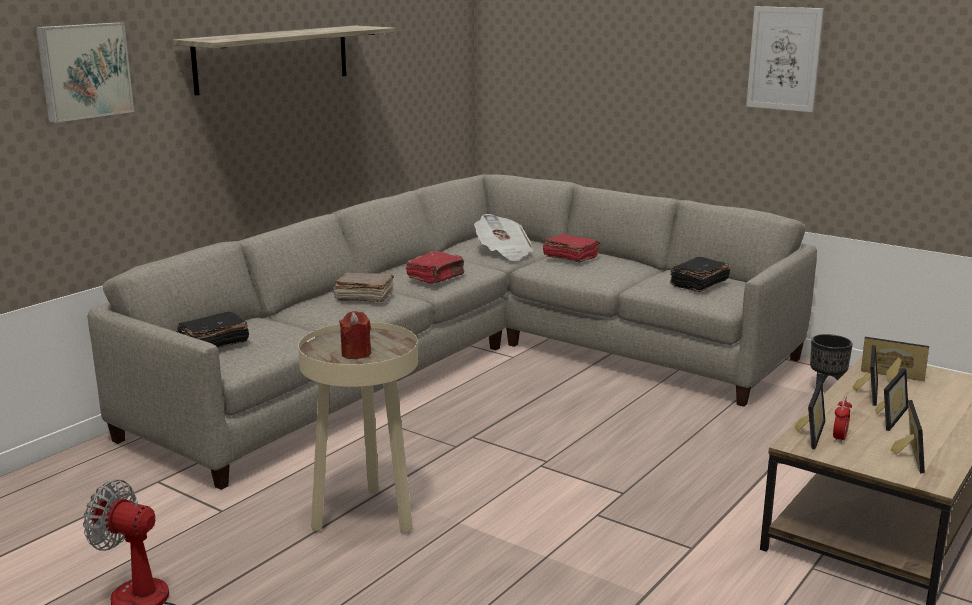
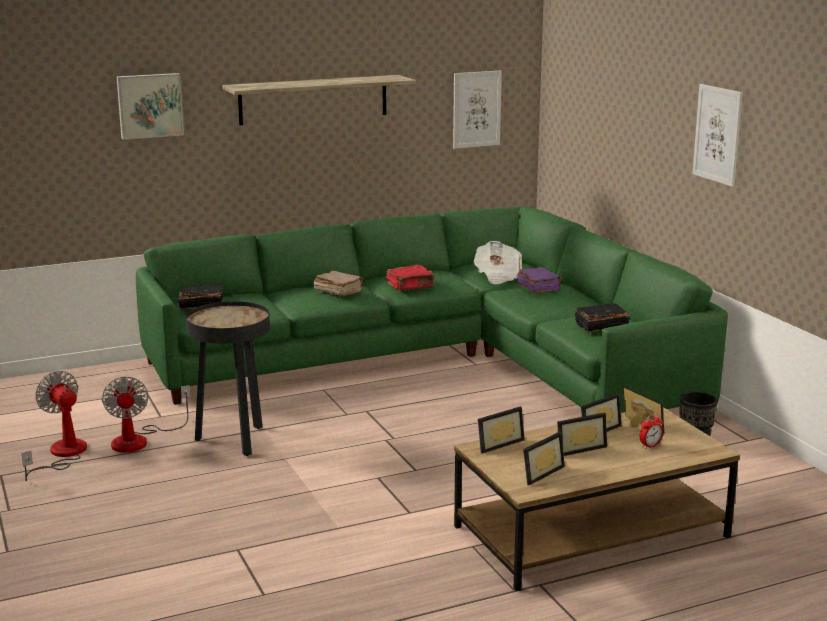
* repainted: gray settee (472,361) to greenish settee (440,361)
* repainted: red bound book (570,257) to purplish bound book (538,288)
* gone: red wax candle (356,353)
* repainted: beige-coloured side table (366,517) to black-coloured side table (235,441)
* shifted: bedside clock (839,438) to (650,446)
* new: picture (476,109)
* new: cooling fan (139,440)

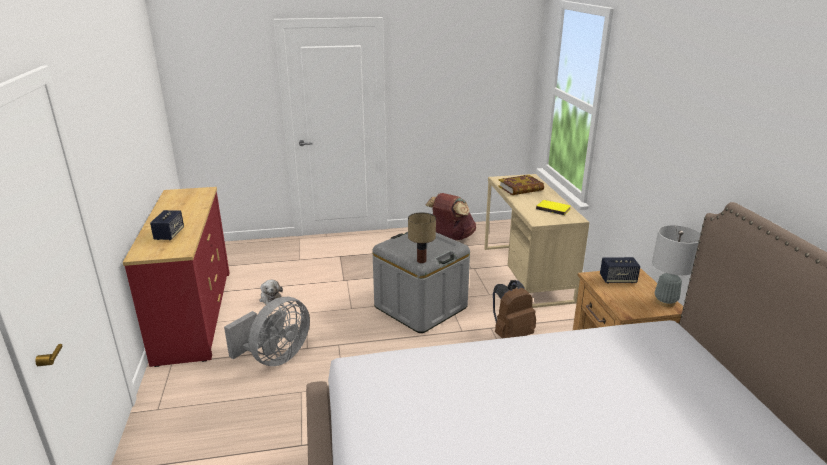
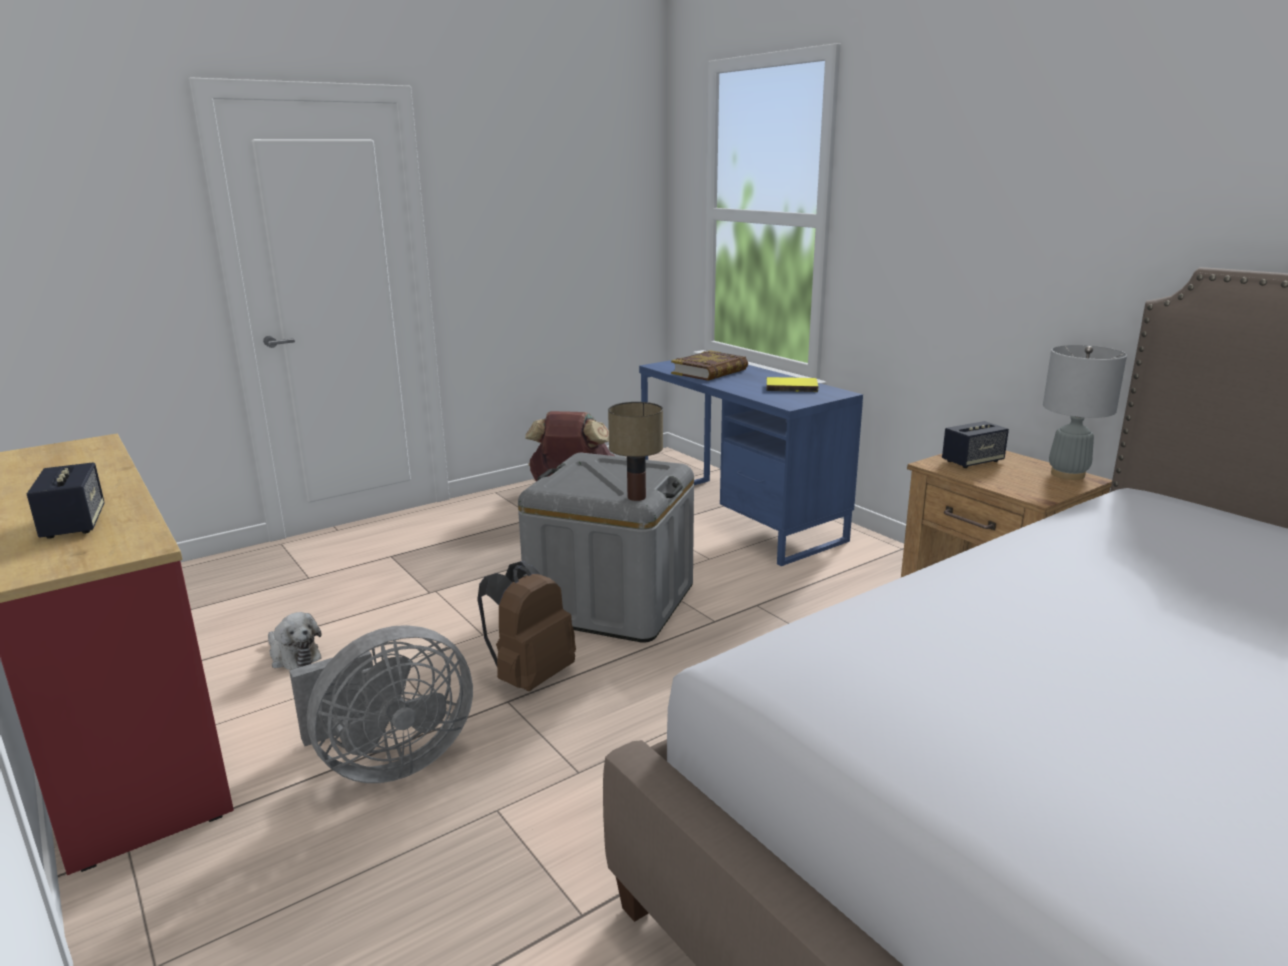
* repainted: beige-coloured desk table (526,273) to blue desk table (739,518)
* shifted: brown knapsack (511,334) to (530,677)
* rotated: gray cooling fan (275,357) = (389,762) 45 degrees clockwise

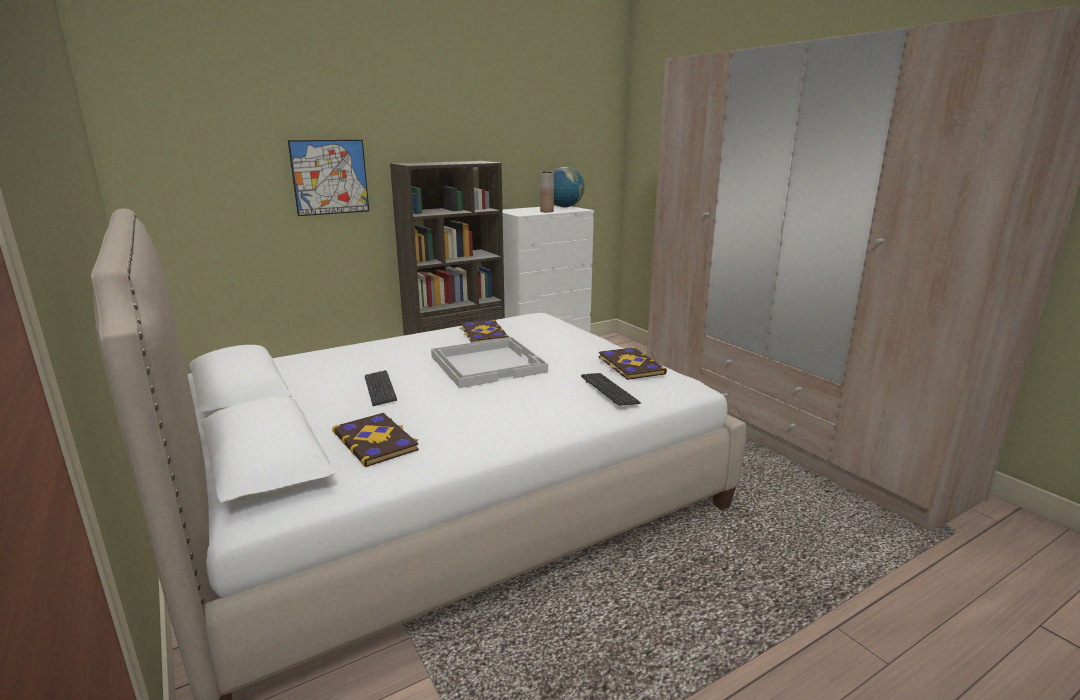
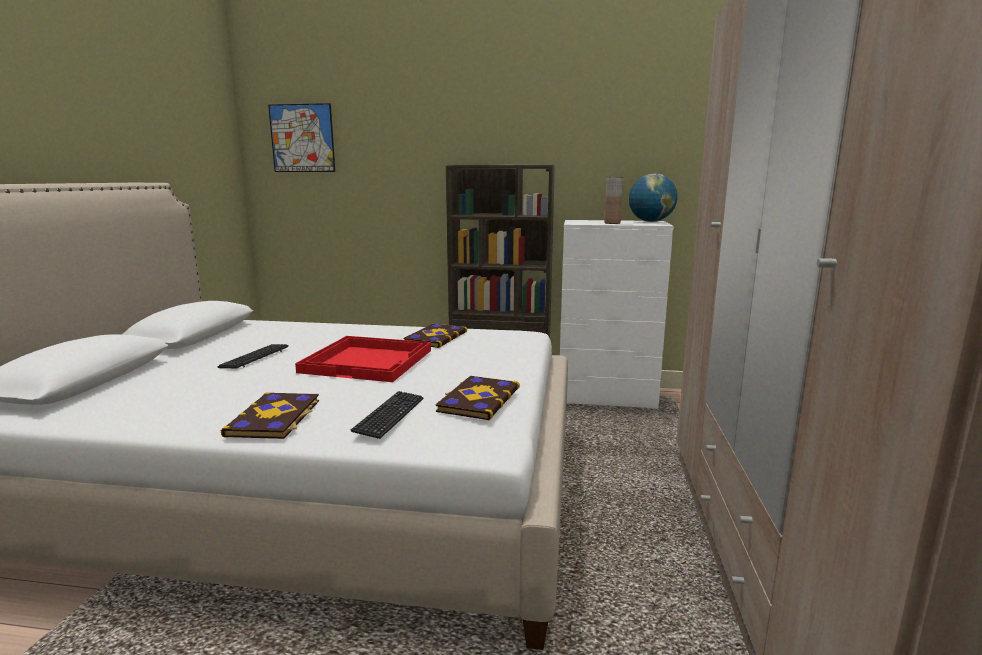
* shifted: picture (330,177) to (302,138)
* repainted: white-coloured serving tray (488,363) to red serving tray (369,361)
* shifted: bound book (376,441) to (275,418)

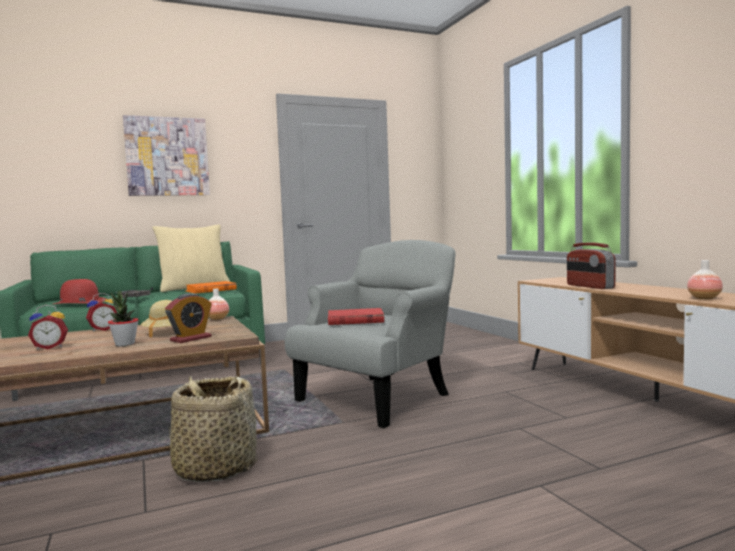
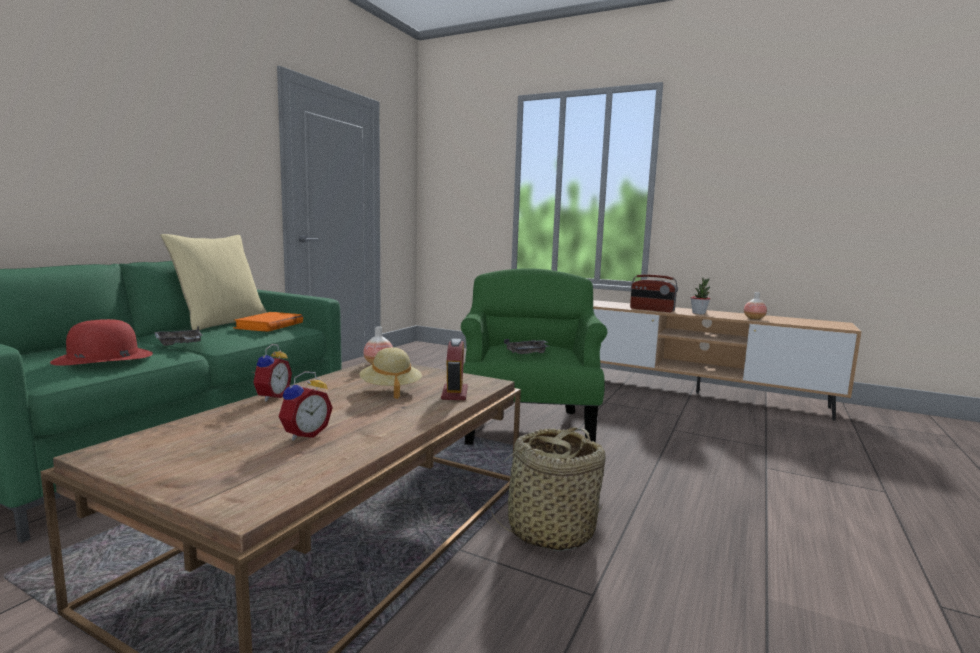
* gone: picture (167,156)
* repainted: gray armchair (377,397) to greenish armchair (528,426)
* shifted: potted plant (125,344) to (698,313)
* swapped: red bound book (355,320) to gray serving tray (528,353)

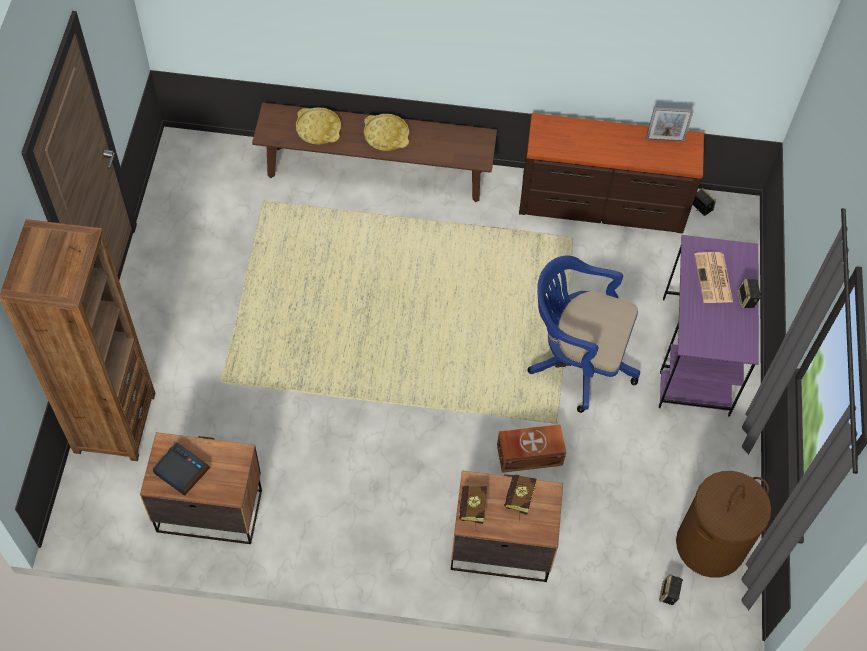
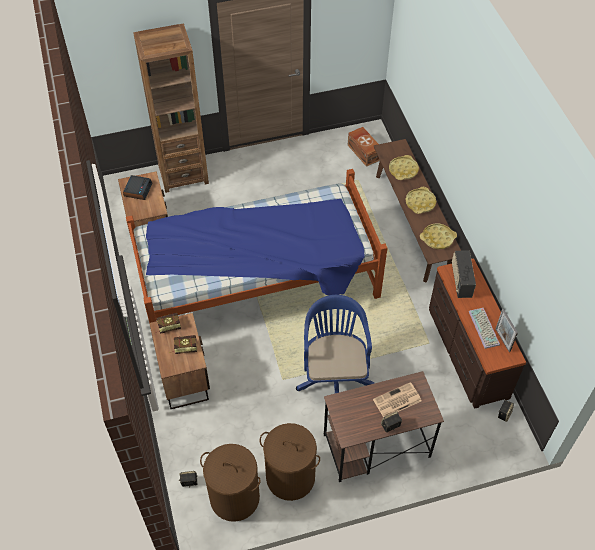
* repainted: purplish desk table (695,356) to brown desk table (376,446)
* shifted: brown storage box (528,454) to (364,152)
* new: bedroom bed (258,283)
* new: yellowish serving tray (437,238)
* new: radio set (461,281)
* new: computer keyboard (485,328)
* new: brown washing basket (290,477)

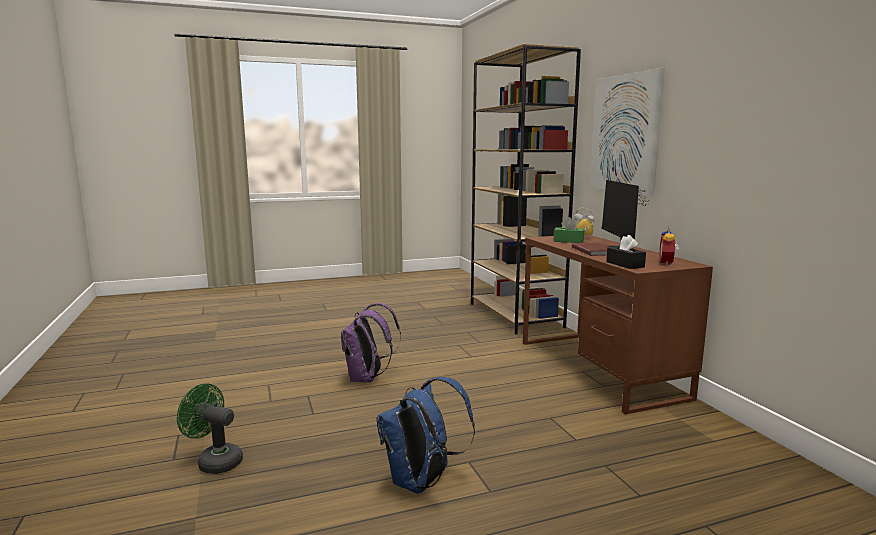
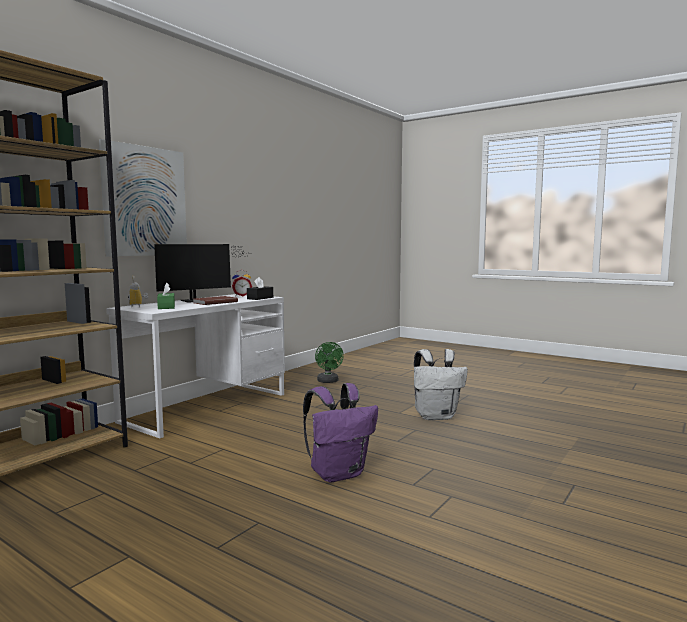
* repainted: brown desk table (598,368) to white-coloured desk table (207,407)
* repainted: blue knapsack (422,483) to white-coloured knapsack (436,416)
* shifted: greenish cooling fan (215,461) to (328,381)

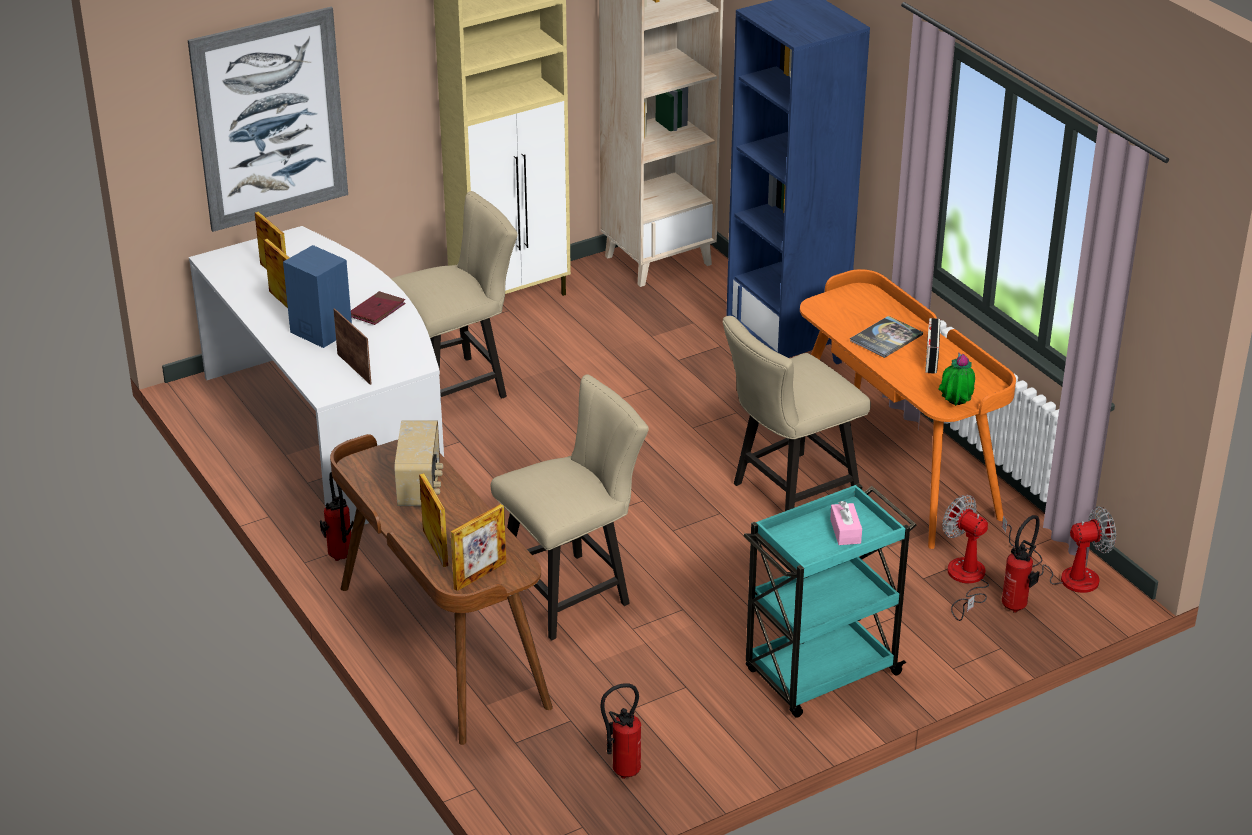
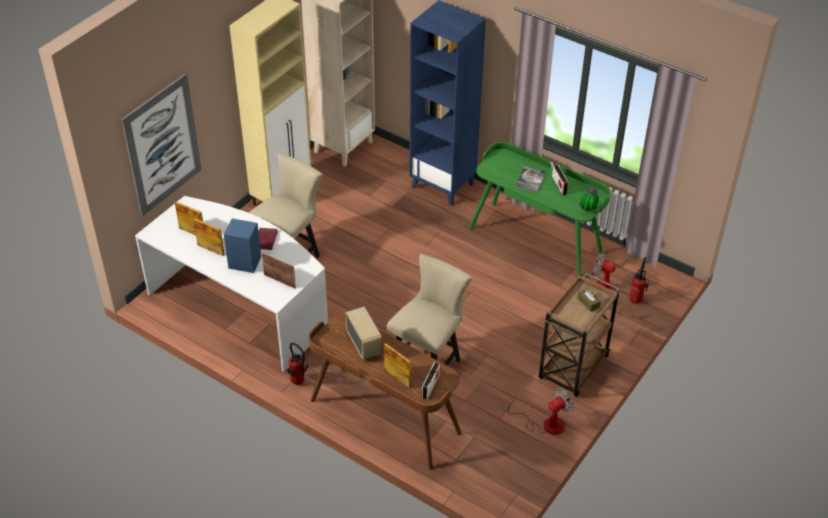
* repainted: orange-coloured desk table (894,468) to greenish desk table (536,239)
* gone: beige-coloured upright chair (788,494)
* repainted: turquoise wheeled cart (820,674) to brown wheeled cart (572,368)
* repainted: pink tissue box (845,531) to brown tissue box (588,302)
* swapped: photo frame (480,575) to radio set (430,386)
* shifted: cooling fan (1066,574) to (545,424)
* gone: fire extinguisher (621,772)

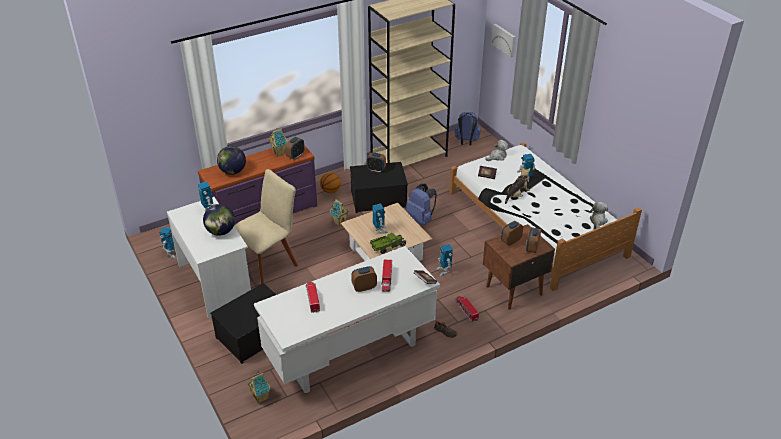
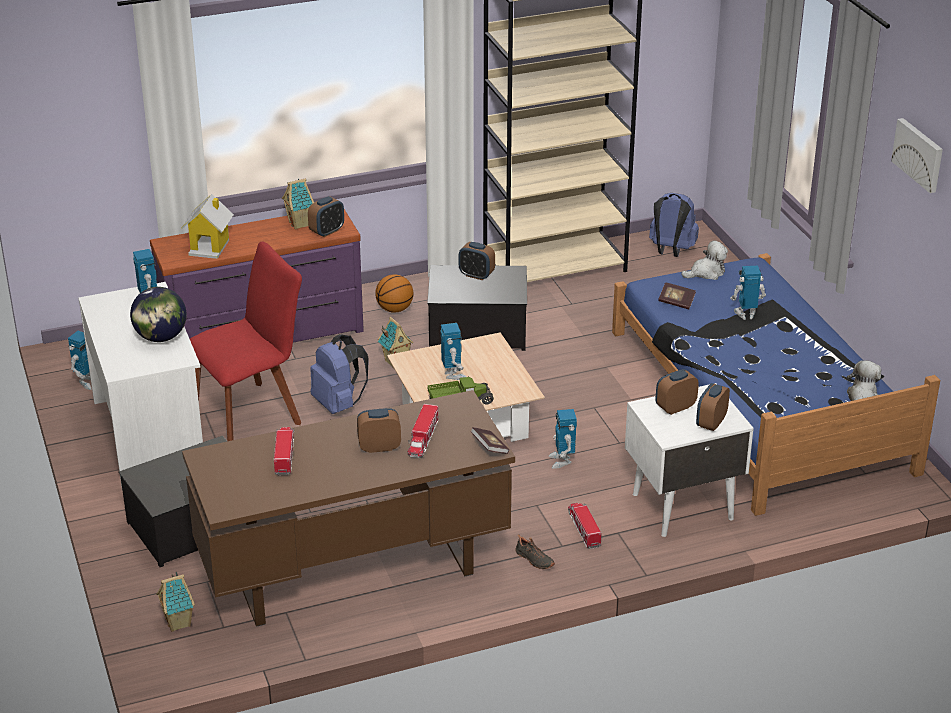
* shifted: picture (504,40) to (919,154)
* repainted: white-coloured bedroom bed (535,223) to blue bedroom bed (759,400)
* swapped: desk globe (233,171) to miniature house (210,246)
* gone: cuddly toy (517,195)
* repainted: beige-coloured upright chair (268,262) to red upright chair (251,413)
* shifted: blue knapsack (420,219) to (339,404)
* repainted: brown night table (513,290) to white-coloured night table (681,506)
* repainted: white-coloured desk table (350,354) to brown desk table (353,574)

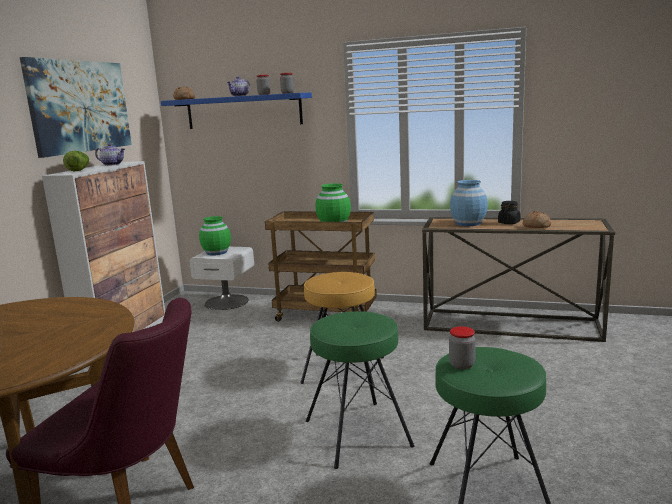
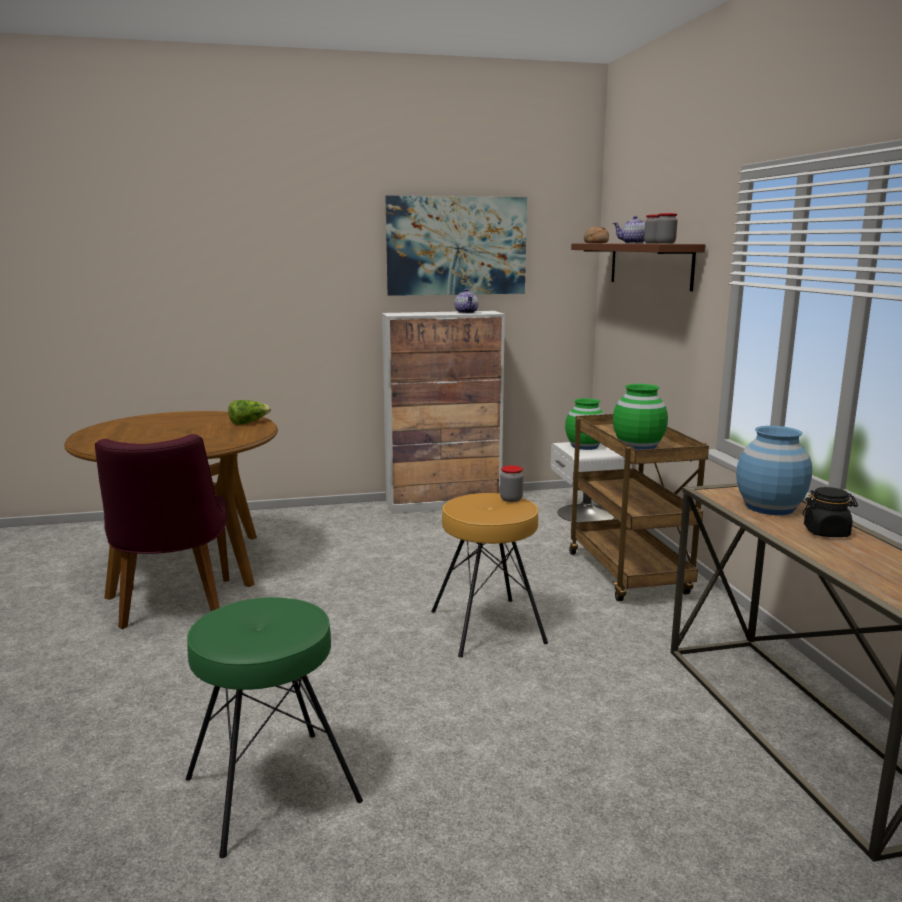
* repainted: blue bracket shelf (243,111) to brown bracket shelf (649,265)
* shifted: lettuce head (78,170) to (248,422)
* gone: bread (536,226)
* gone: greenish sitting stool (358,432)
* shifted: storage jar (462,365) to (511,499)

